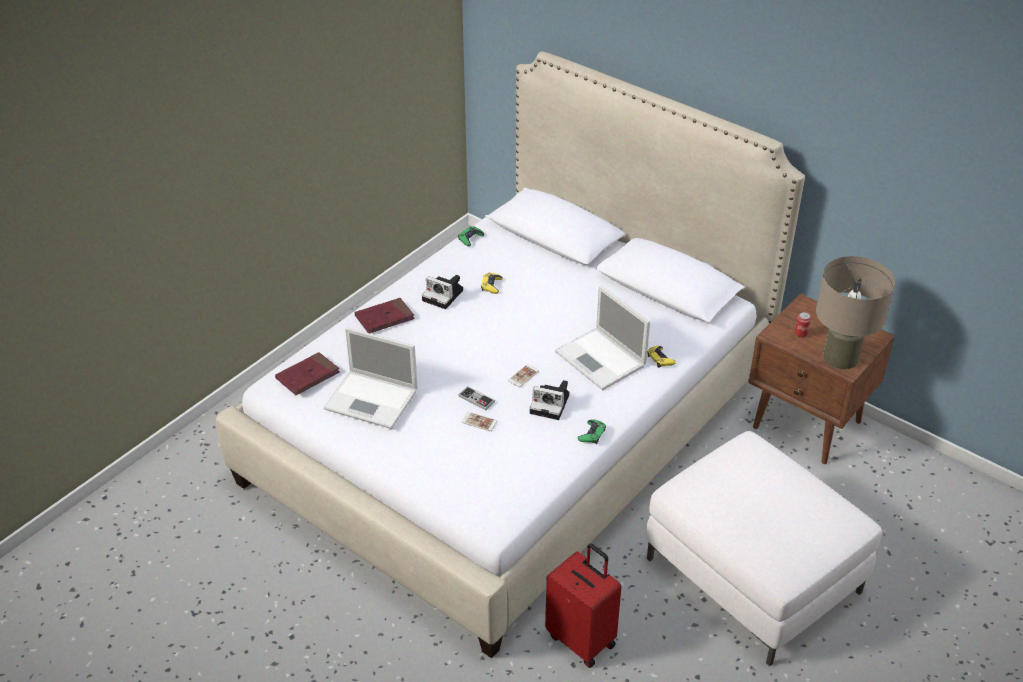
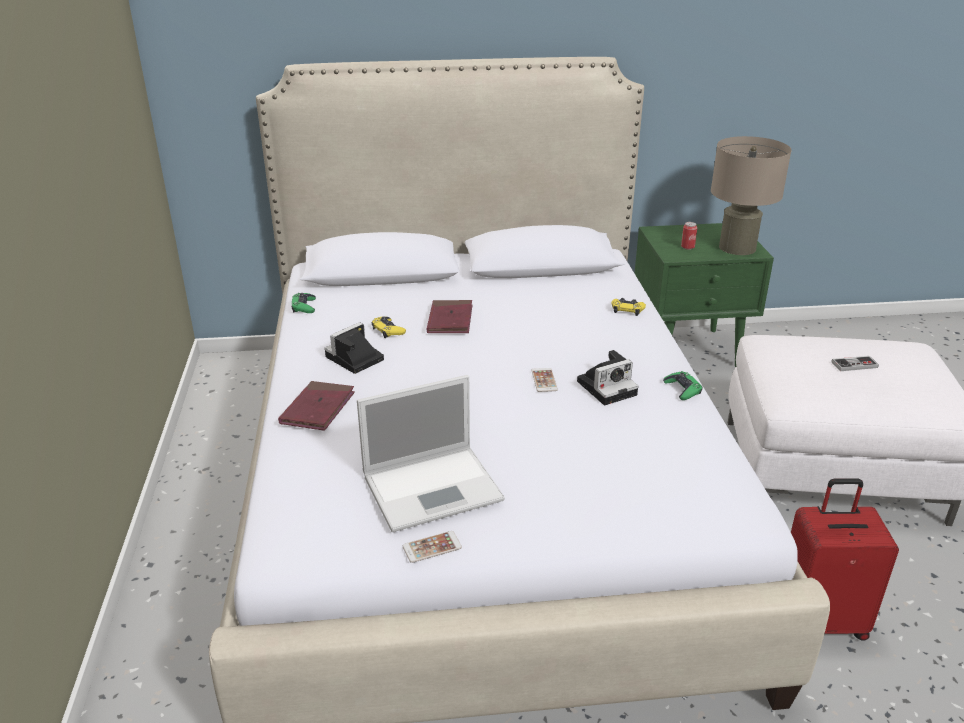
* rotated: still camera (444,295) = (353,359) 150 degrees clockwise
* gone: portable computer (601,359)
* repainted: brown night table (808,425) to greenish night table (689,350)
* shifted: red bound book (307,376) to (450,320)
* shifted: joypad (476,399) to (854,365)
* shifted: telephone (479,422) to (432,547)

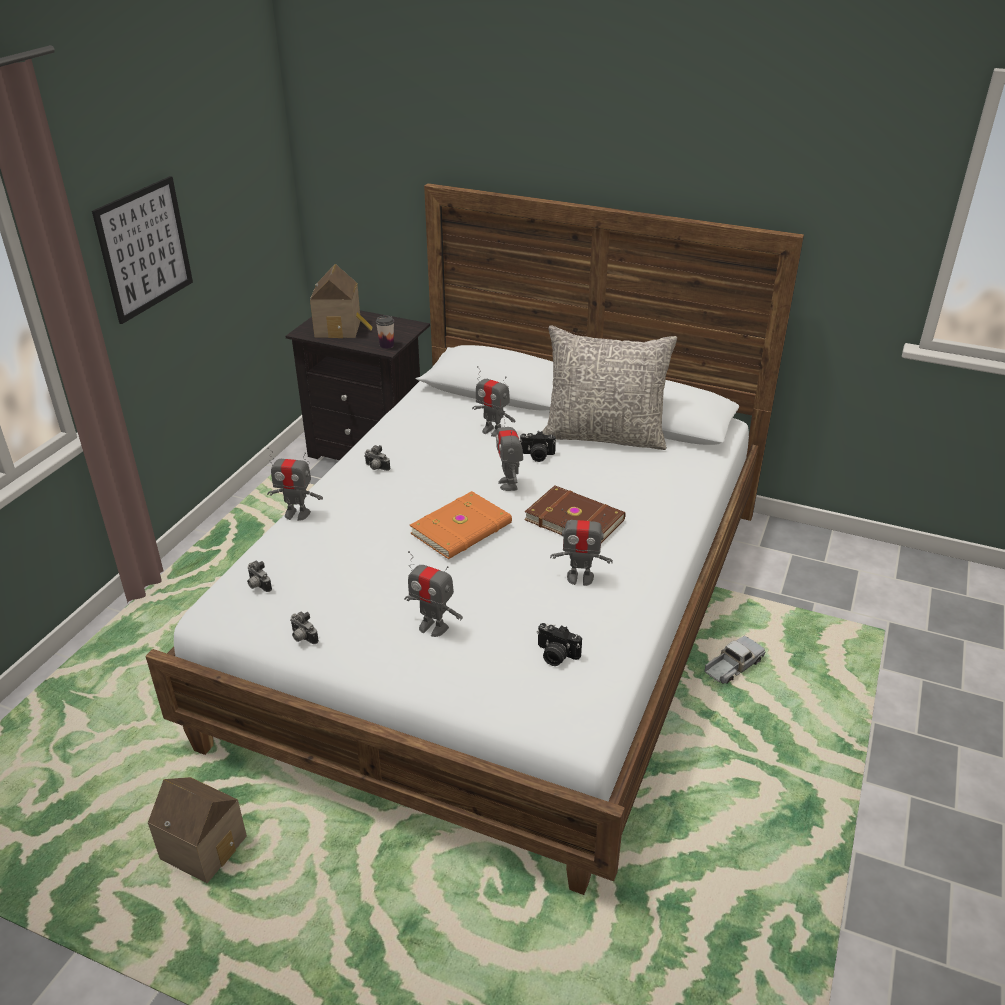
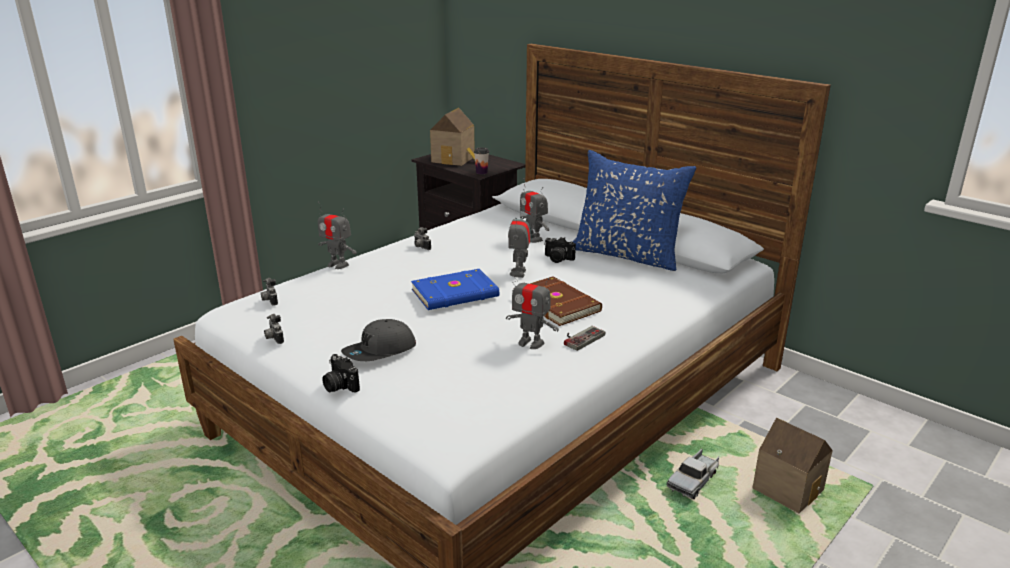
* gone: picture (144,249)
* repainted: gray throw pillow (604,435) to blue throw pillow (627,255)
* repainted: orange-coloured bound book (463,529) to blue bound book (456,294)
* swapped: toy robot (433,627) to gray cap (380,352)
* shifted: still camera (555,655) to (339,386)
* rotated: toy lorry (732,667) = (693,481) 150 degrees clockwise
* shifted: miniature house (206,845) to (788,488)
* new: joypad (580,338)

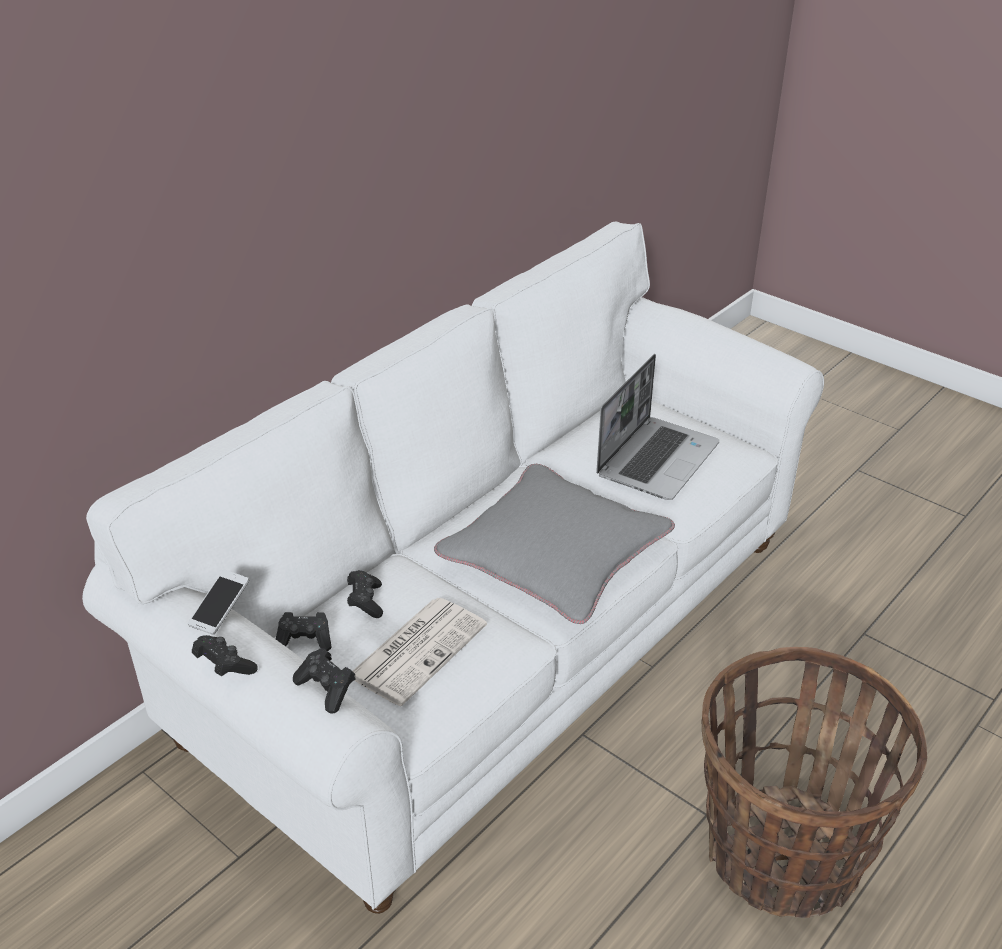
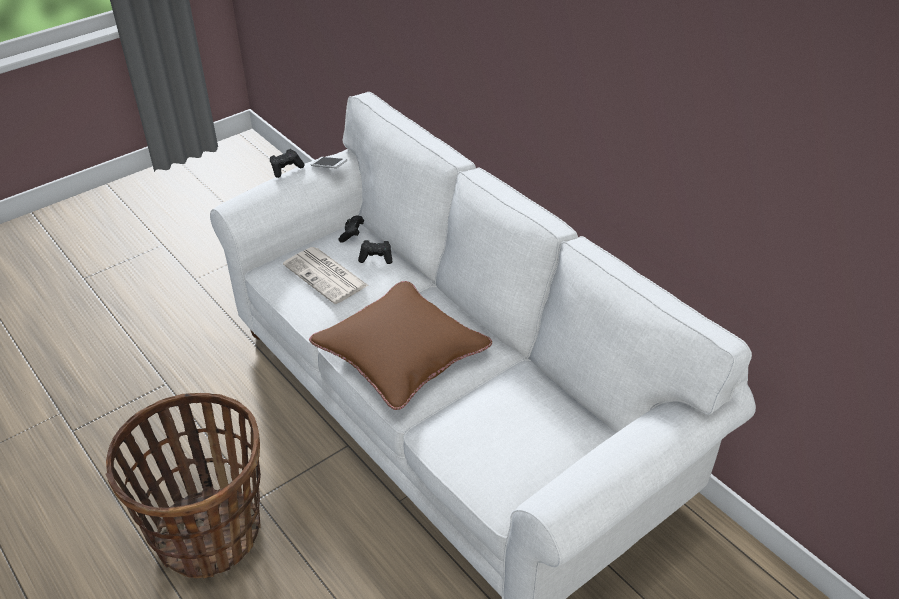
* gone: portable computer (657,459)
* repainted: gray throw pillow (555,554) to brown throw pillow (401,352)
* gone: black-coloured joypad (327,689)

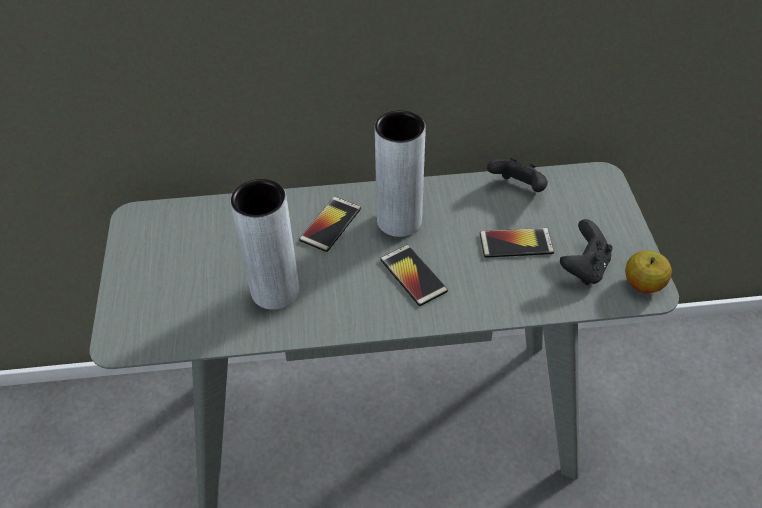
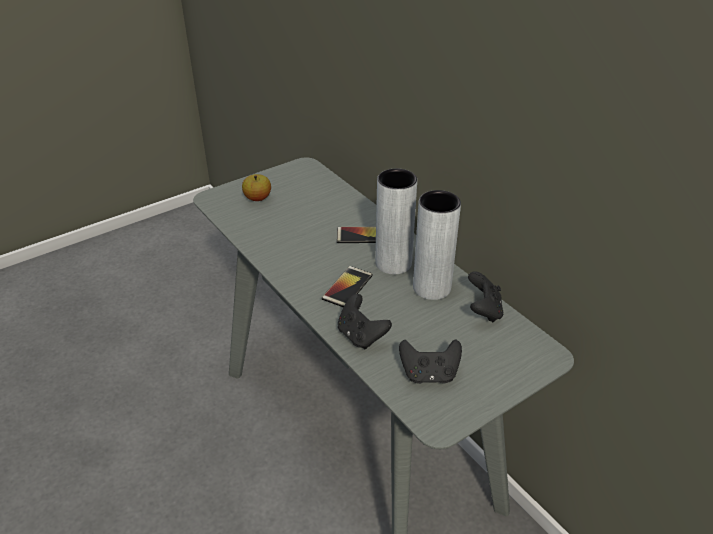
* shifted: gray decorative vase (275,291) to (431,288)
* gone: telephone (516,243)
* shifted: whole apple (643,284) to (257,198)
* new: black-coloured joypad (361,336)

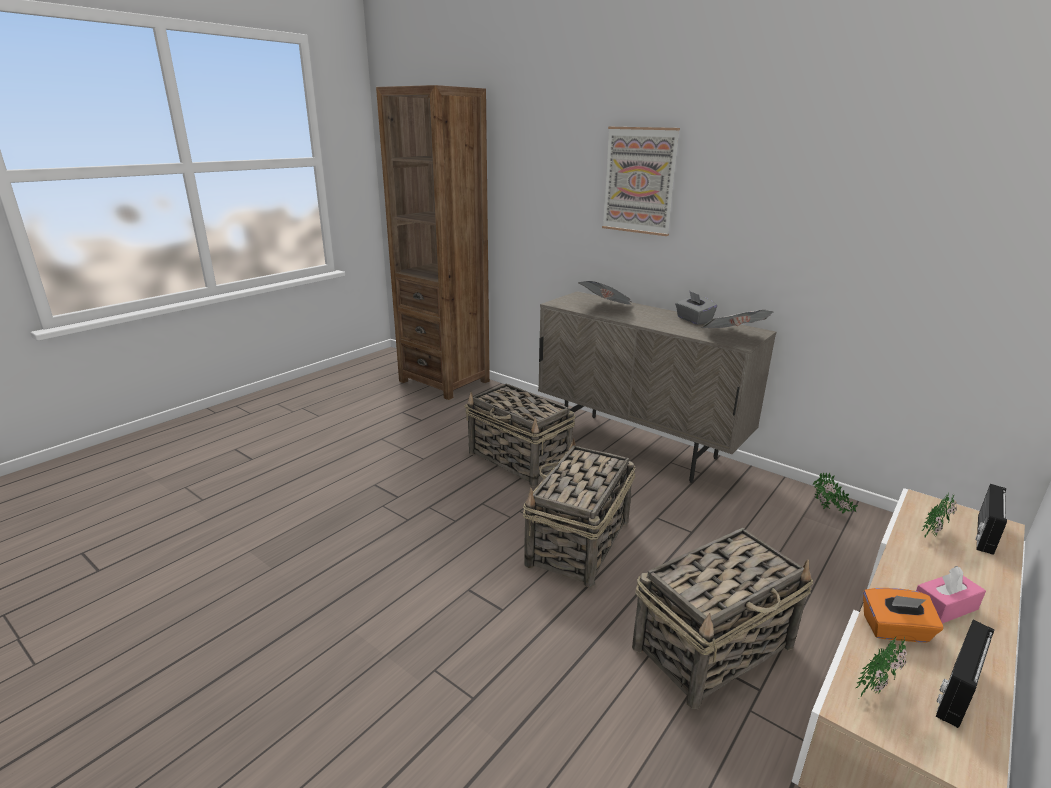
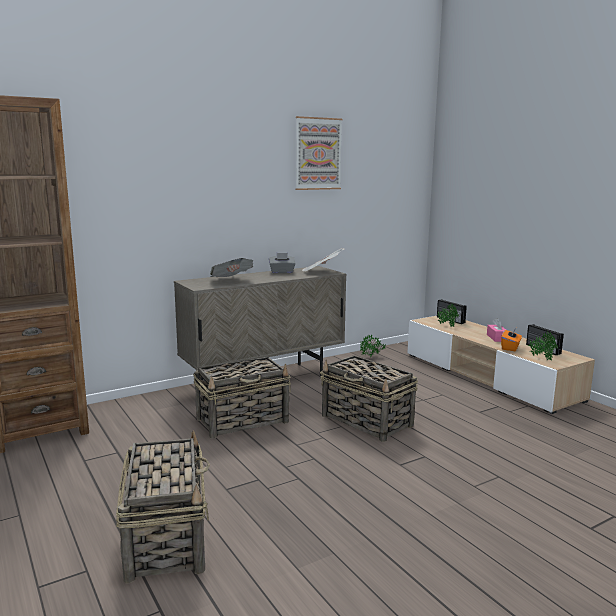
* shifted: picture (639,181) to (318,154)
* shifted: basket (714,646) to (166,538)

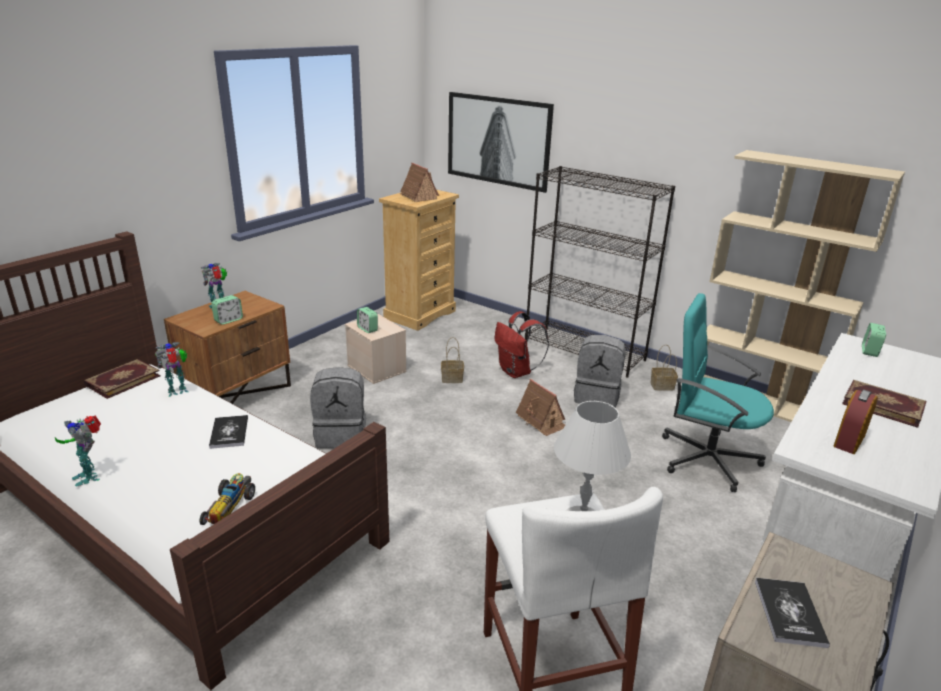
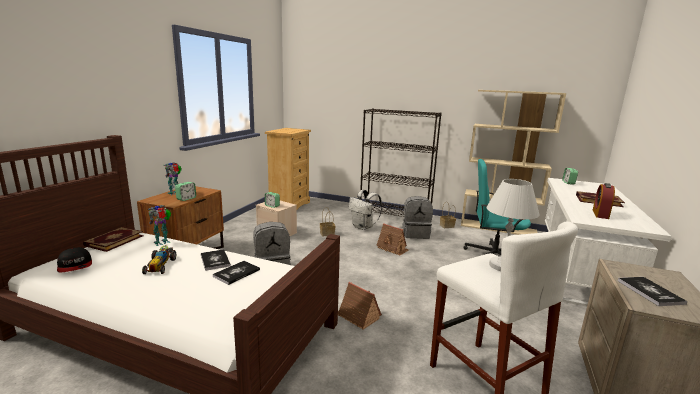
* gone: picture (498,141)
* shifted: miniature house (418,196) to (357,316)
* repainted: red knapsack (516,372) to white-coloured knapsack (363,227)
* gone: toy robot (89,476)
* shifted: toy car (230,506) to (160,265)
* new: cap (75,265)
* new: bound book (236,273)

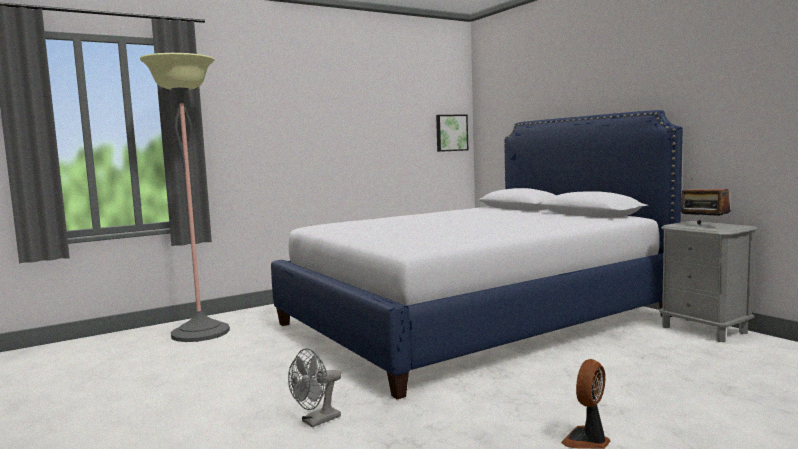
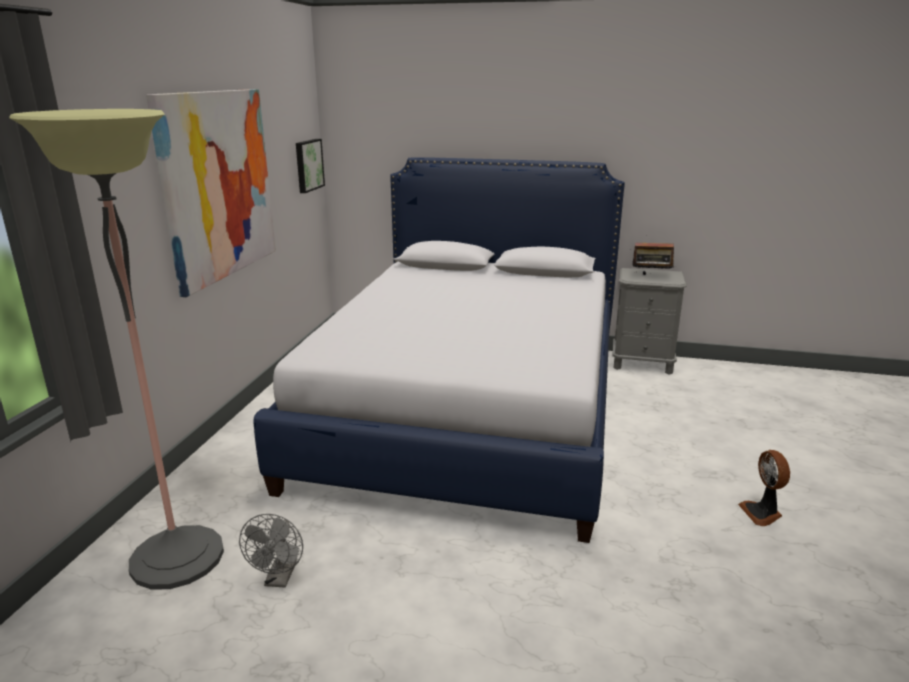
* shifted: gray cooling fan (316,421) to (279,579)
* new: picture (218,185)

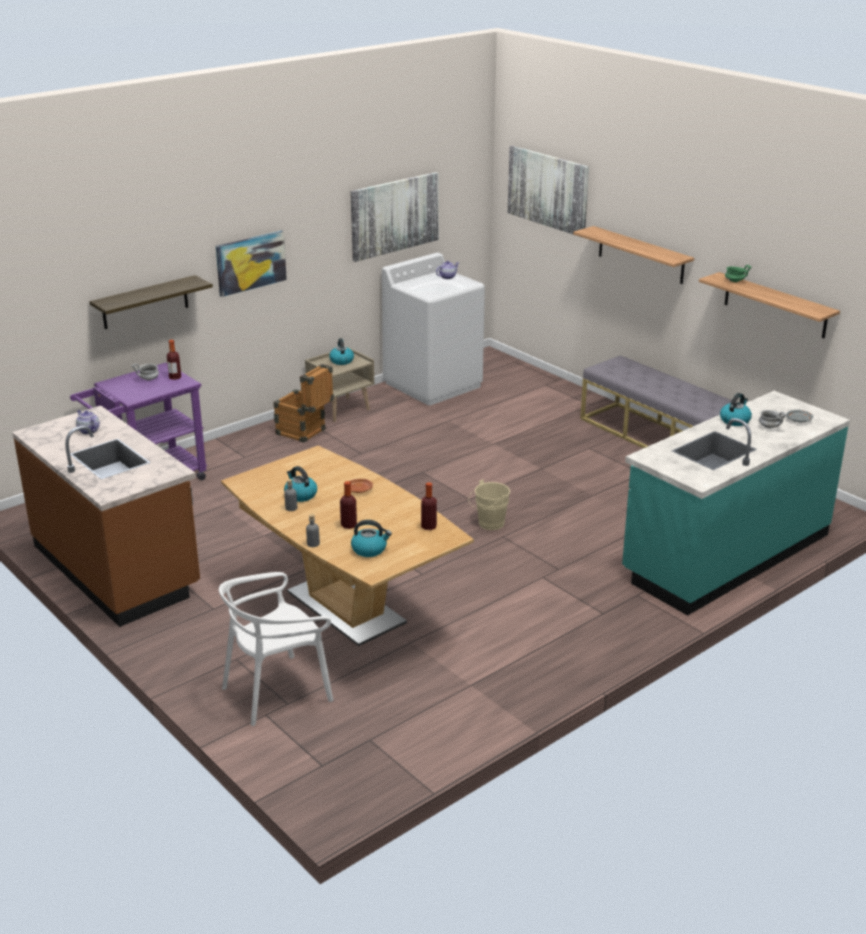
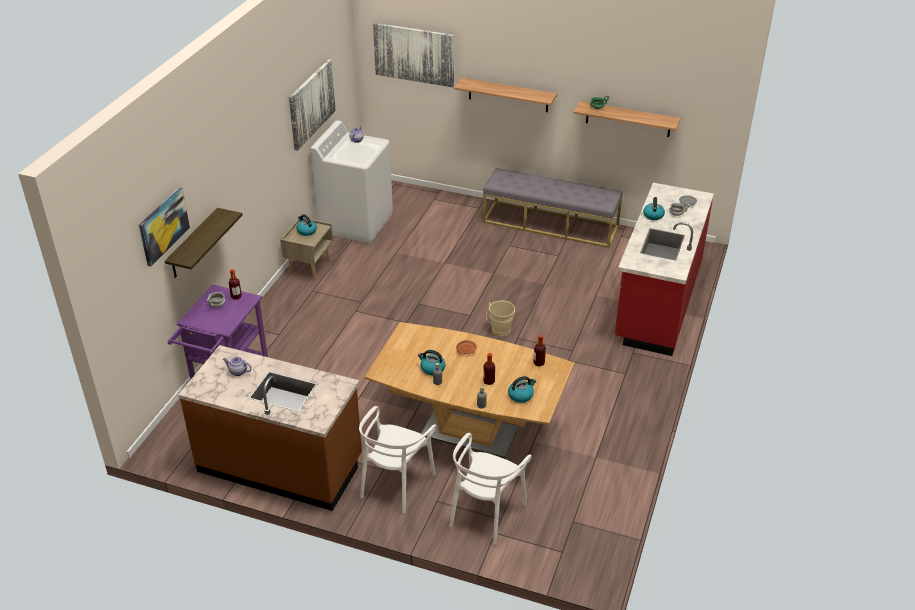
* shifted: picture (250,262) to (163,226)
* gone: packing crate (305,433)
* repainted: turquoise counter (725,554) to red counter (657,302)
* new: white-coloured upright chair (396,484)

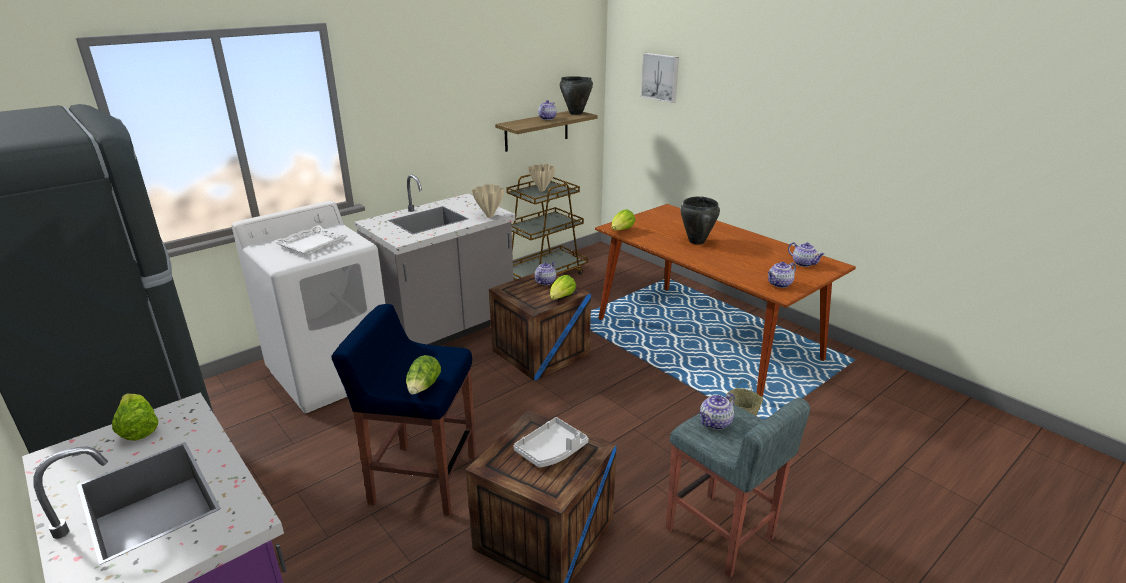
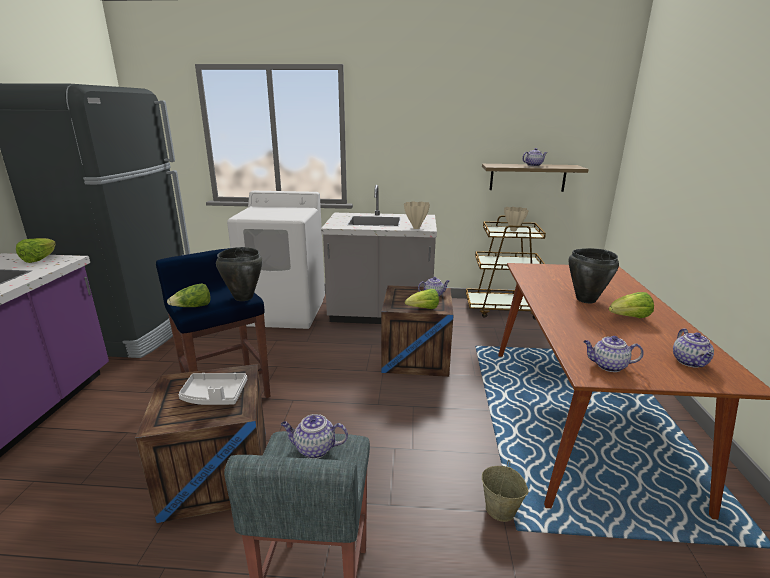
* gone: picture (660,77)
* shifted: black-coloured saucepot (576,113) to (243,298)
* shifted: lettuce head (621,231) to (629,318)
* gone: white-coloured serving tray (312,245)

